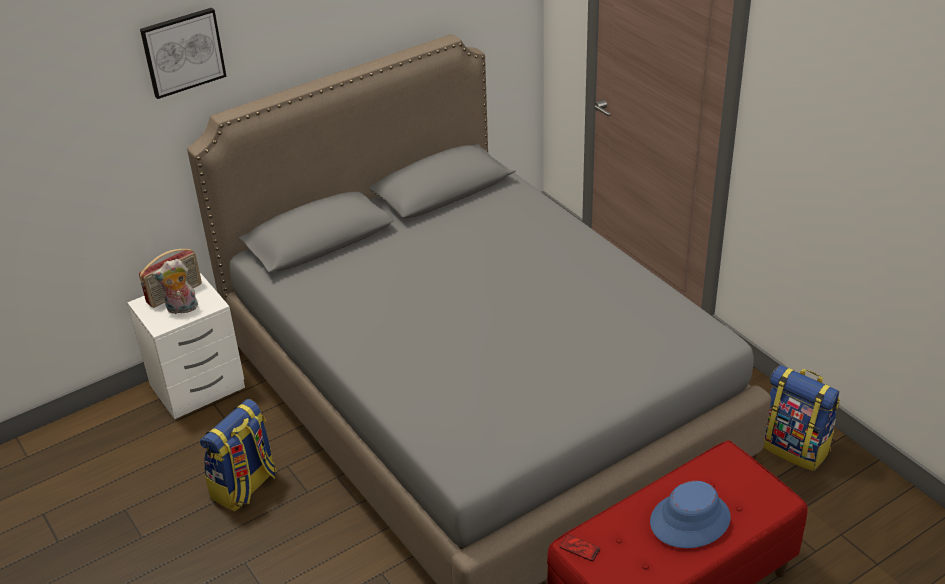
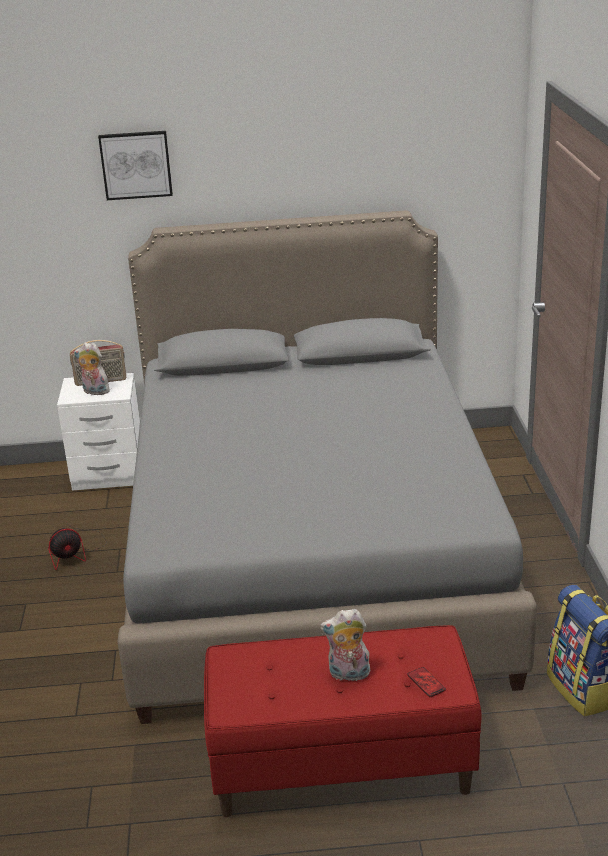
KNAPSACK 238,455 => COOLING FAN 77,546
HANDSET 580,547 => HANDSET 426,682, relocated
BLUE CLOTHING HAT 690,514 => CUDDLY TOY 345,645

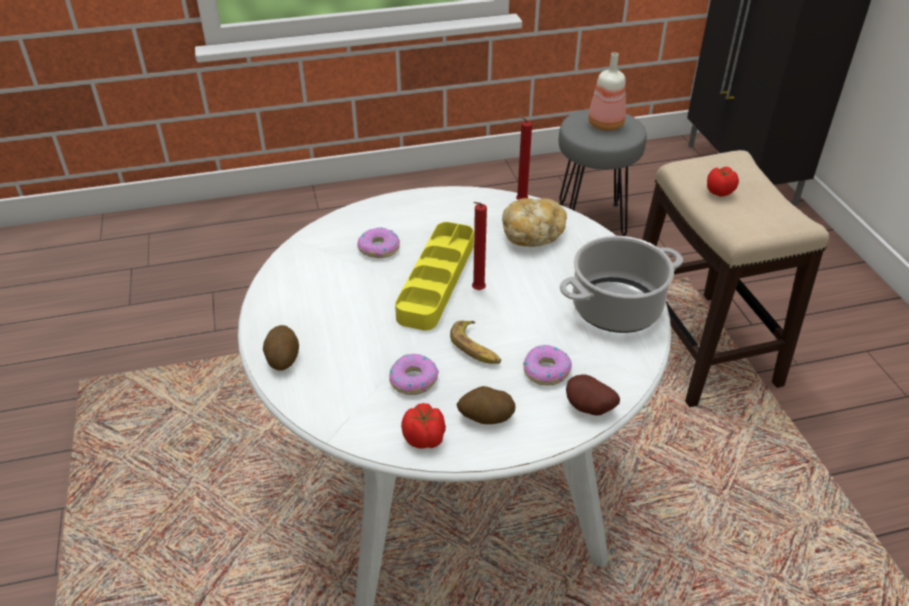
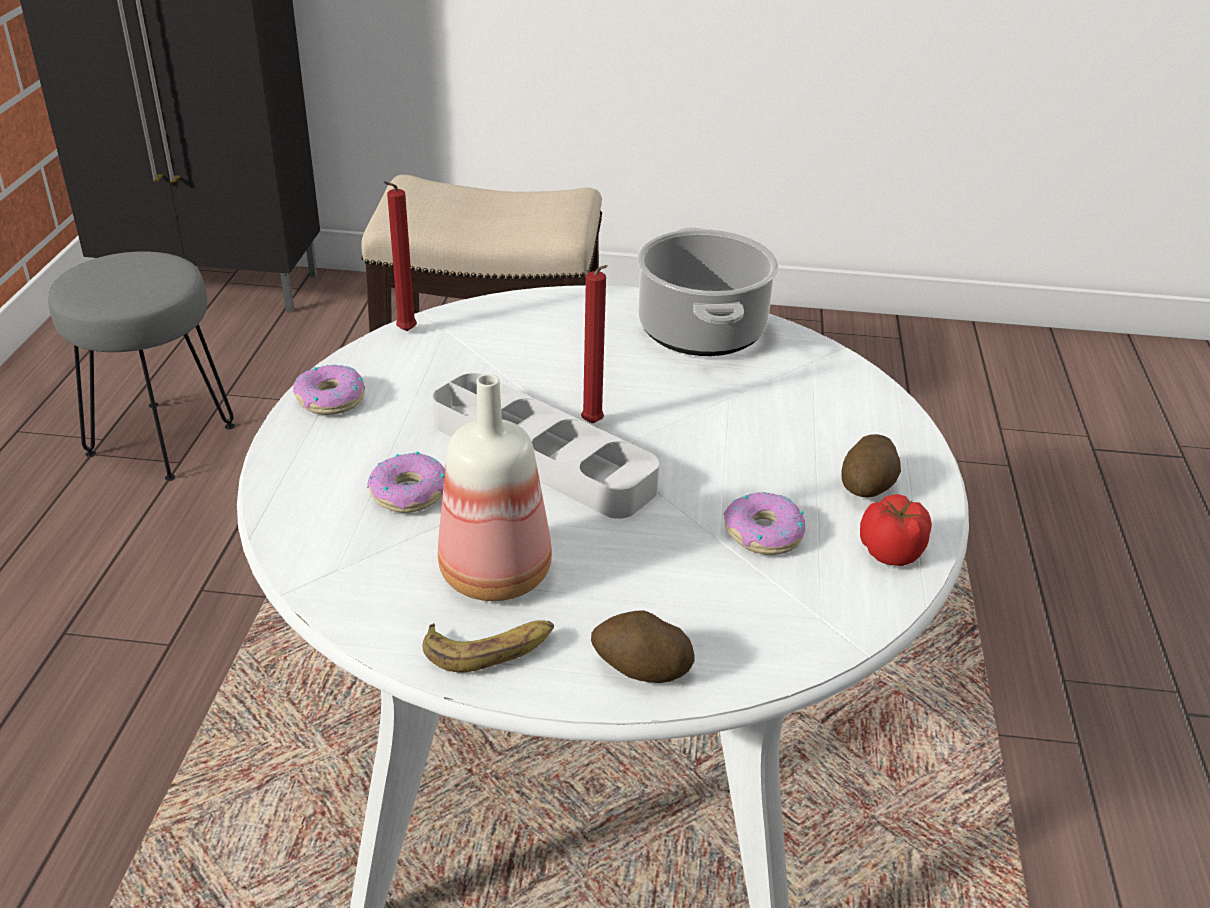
YELLOW SERVING TRAY 434,276 => GRAY SERVING TRAY 545,446
WHOLE BANANA 475,342 => WHOLE BANANA 488,646, relocated
BAKERY BREAD 534,222 => nothing
RING DOUGHNUT 547,365 => RING DOUGHNUT 329,390, relocated
SPUD 593,395 => nothing
BEVERAGE BOTTLE 607,92 => BEVERAGE BOTTLE 495,487, relocated
FRESH TOMATO 723,181 => nothing

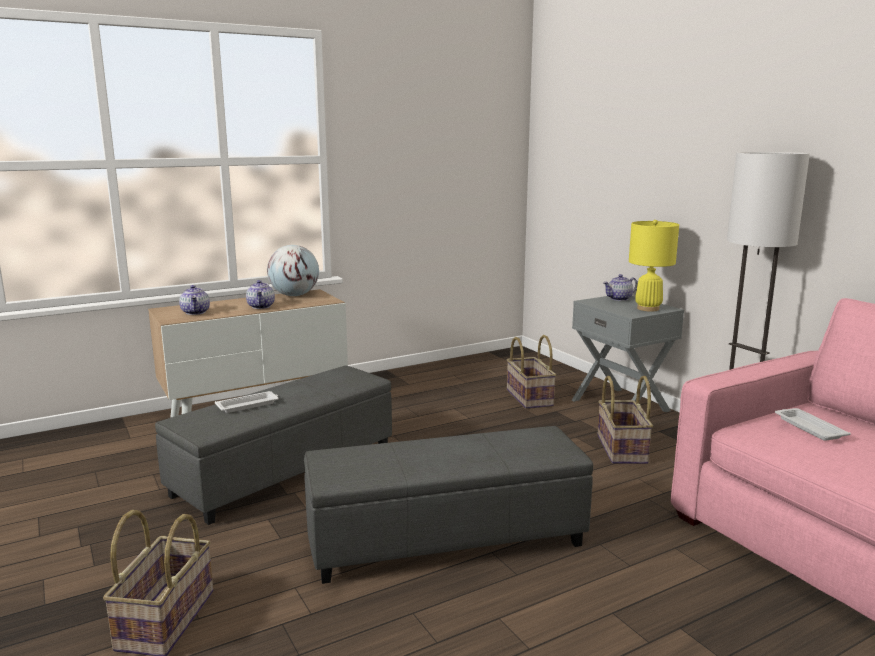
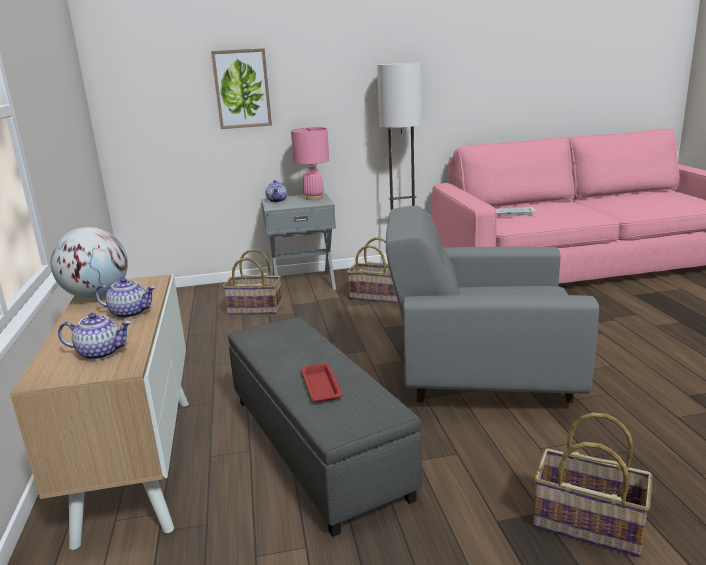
WHITISH SERVING TRAY 247,402 => REDDISH SERVING TRAY 322,382
GRAY POUFFE 448,505 => GRAY ARMCHAIR 492,304
YELLOW TABLE LAMP 654,266 => PINKISH TABLE LAMP 310,163
nothing => WALL PICTURE 241,88

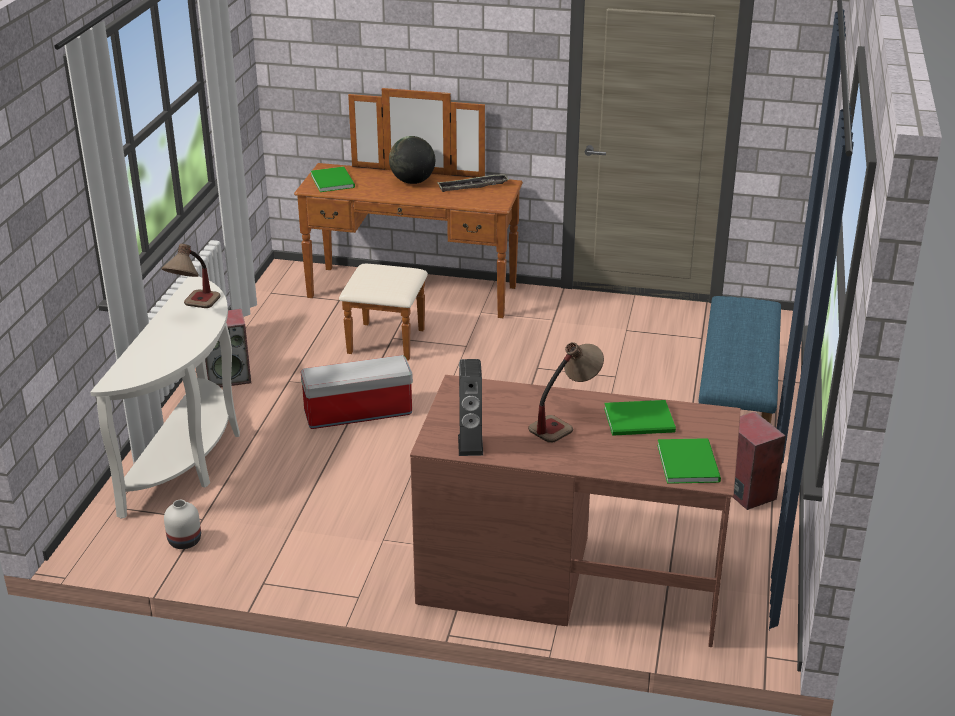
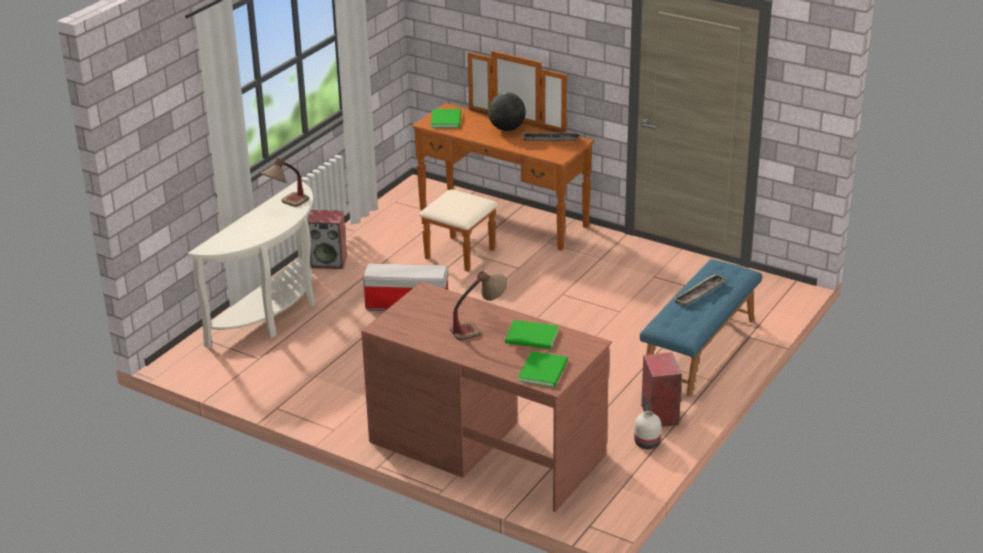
WHITISH FLOWER VASE 182,524 => WHITISH FLOWER VASE 647,430, relocated
SPEAKER 470,407 => nothing
nothing => SERVING TRAY 700,290

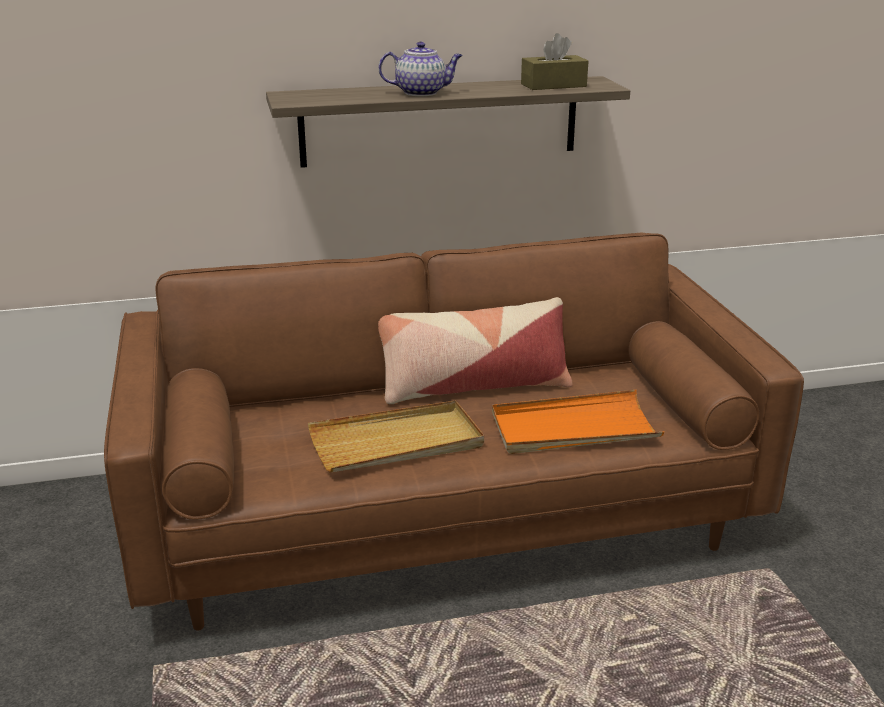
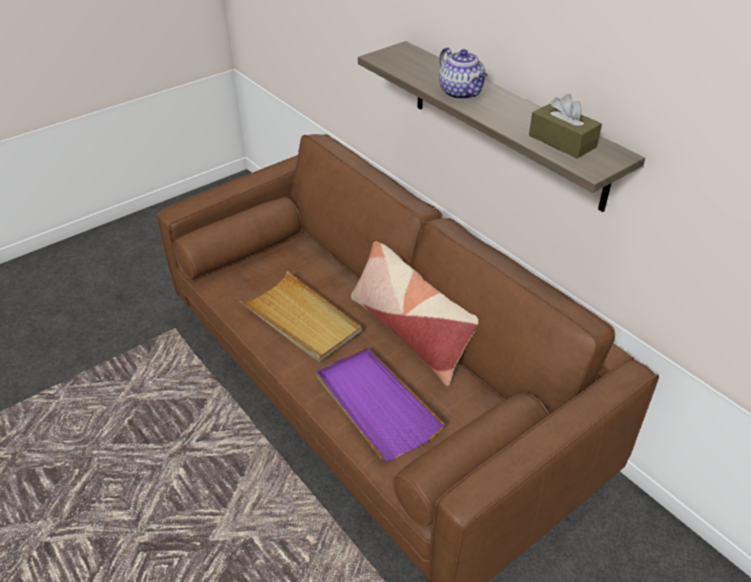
ORANGEY SERVING TRAY 578,422 => PURPLISH SERVING TRAY 380,404

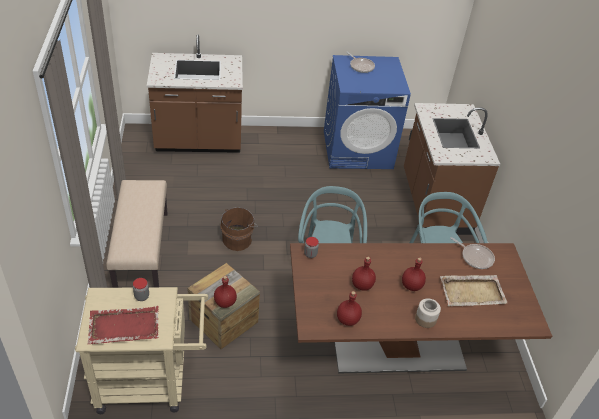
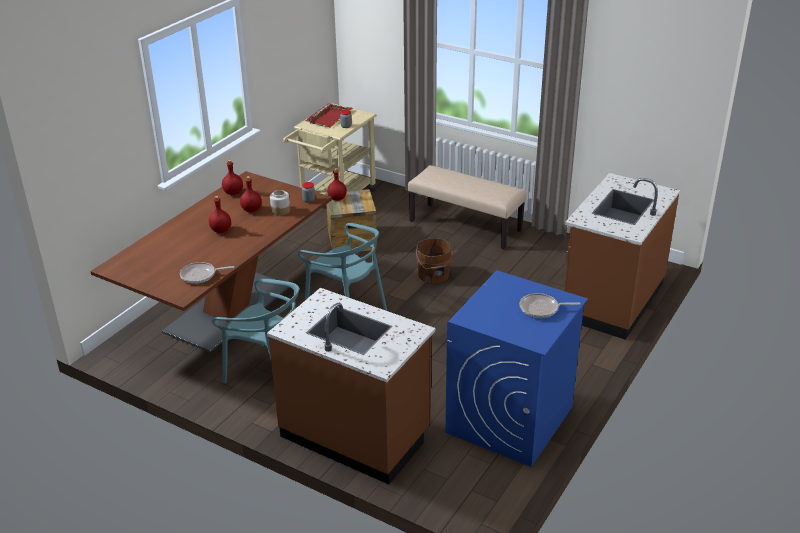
PRESERVE JAR 428,313 => PRESERVE JAR 280,203, relocated
BEIGE SERVING TRAY 474,291 => nothing

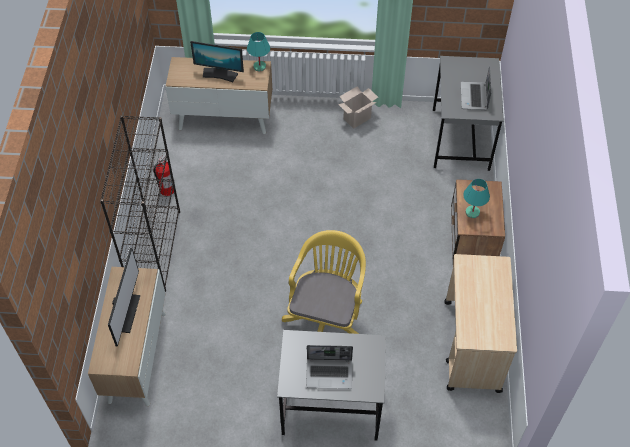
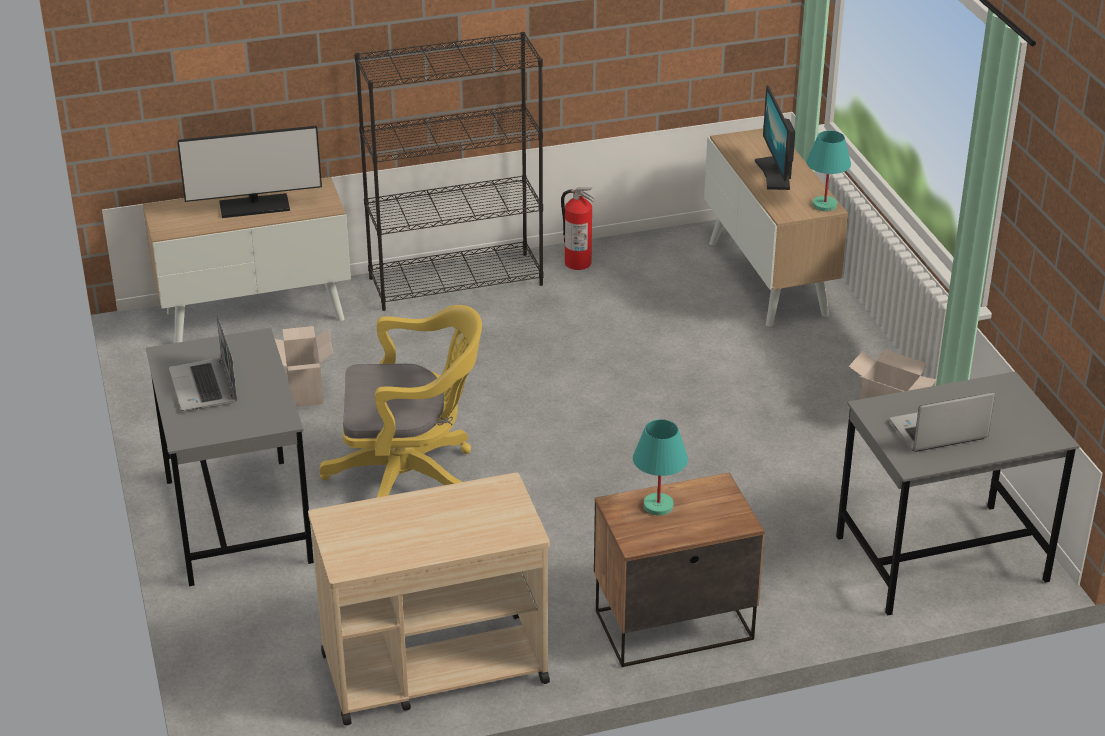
nothing => CARDBOARD BOX 304,366

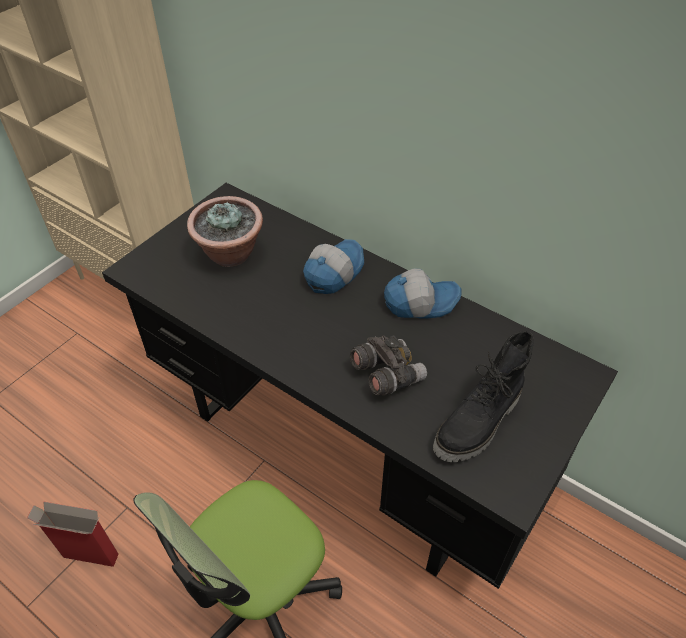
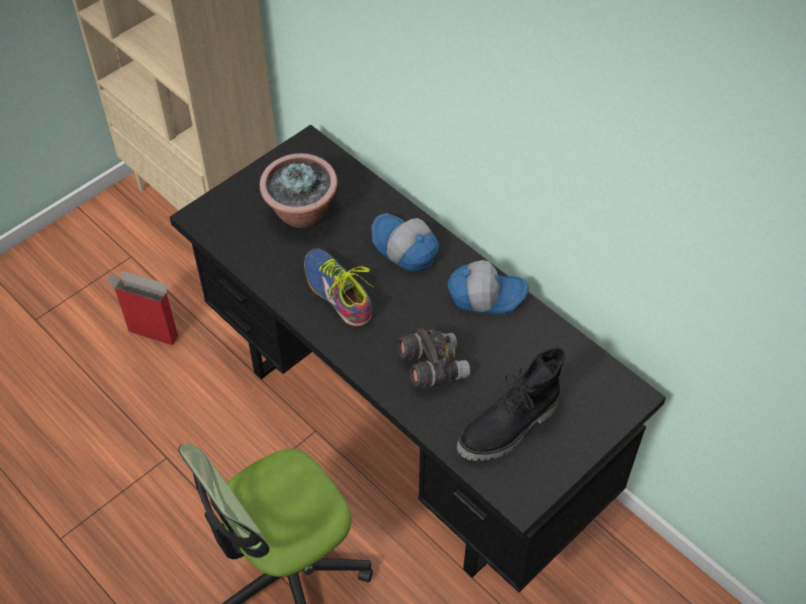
CARDBOARD BOX 73,534 => CARDBOARD BOX 142,307, relocated
PEAKED CAP 333,266 => PEAKED CAP 405,242, 90 degrees counterclockwise
nothing => SHOE 339,288

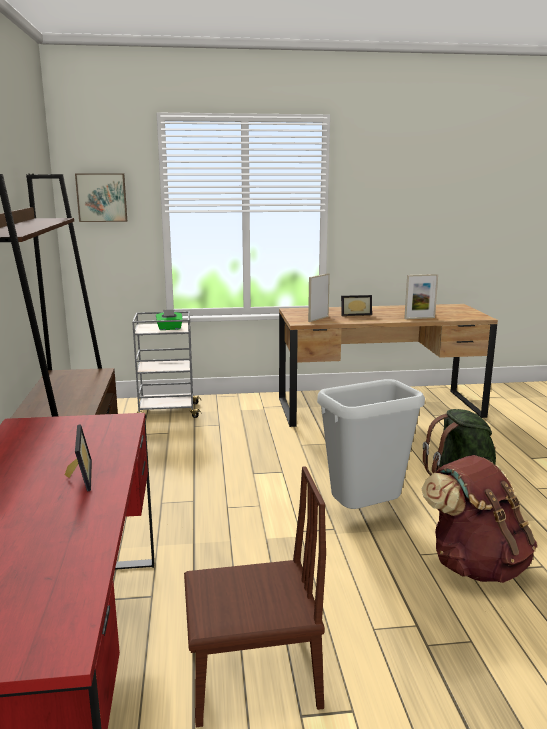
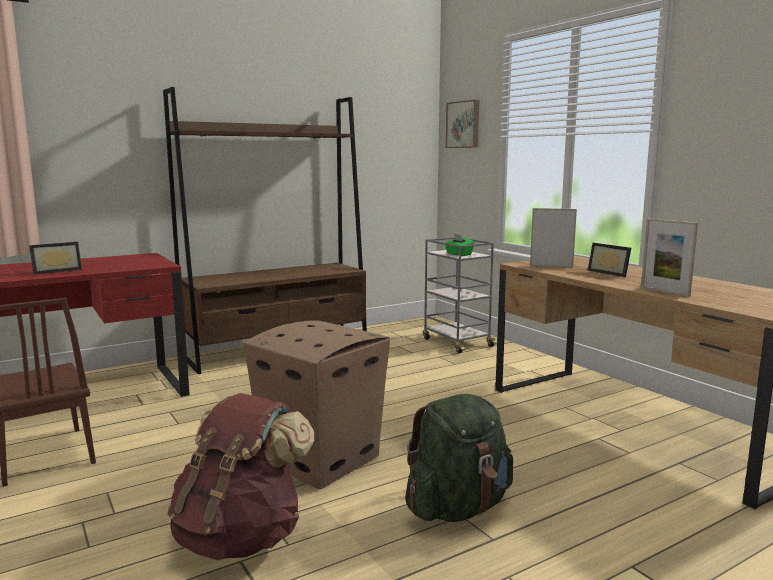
GRAY TRASH CAN 371,444 => CARDBOARD BOX 316,405

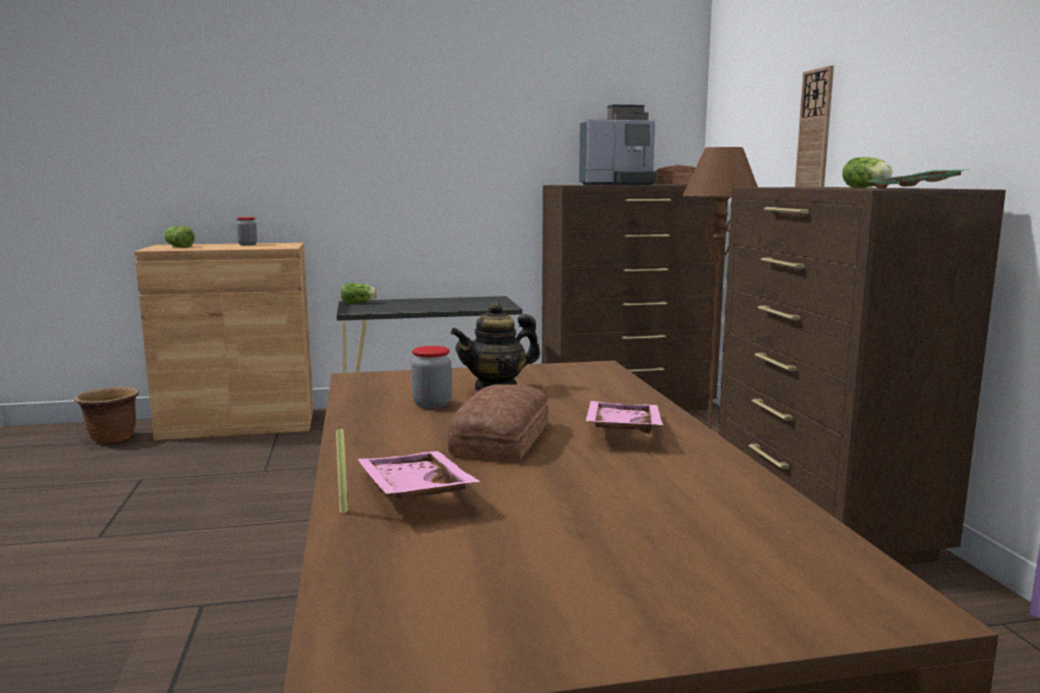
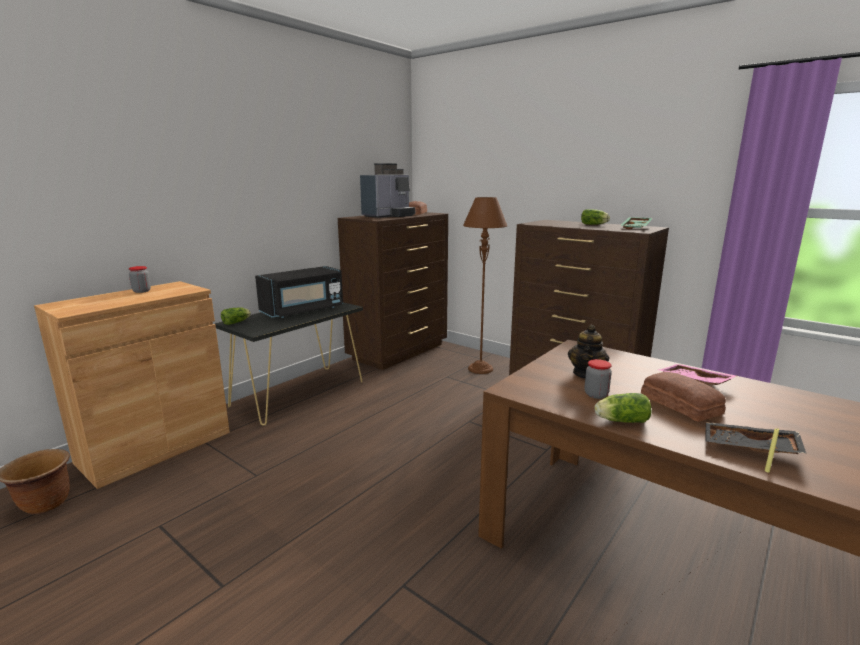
LETTUCE HEAD 179,237 => LETTUCE HEAD 622,408, relocated
PINKISH SERVING TRAY 419,474 => BLACK-COLOURED SERVING TRAY 756,438
CLOCK ON THE WALL 814,126 => nothing
nothing => BLACK-COLOURED MICROWAVE 299,292

